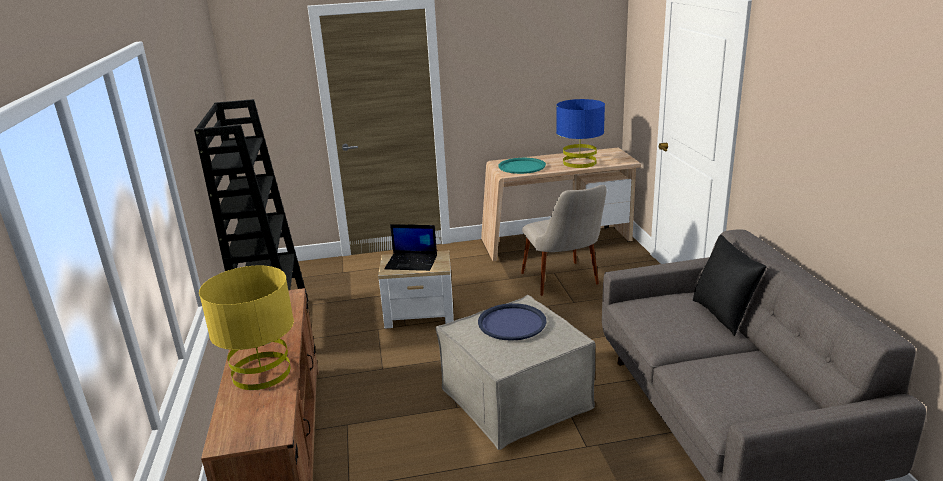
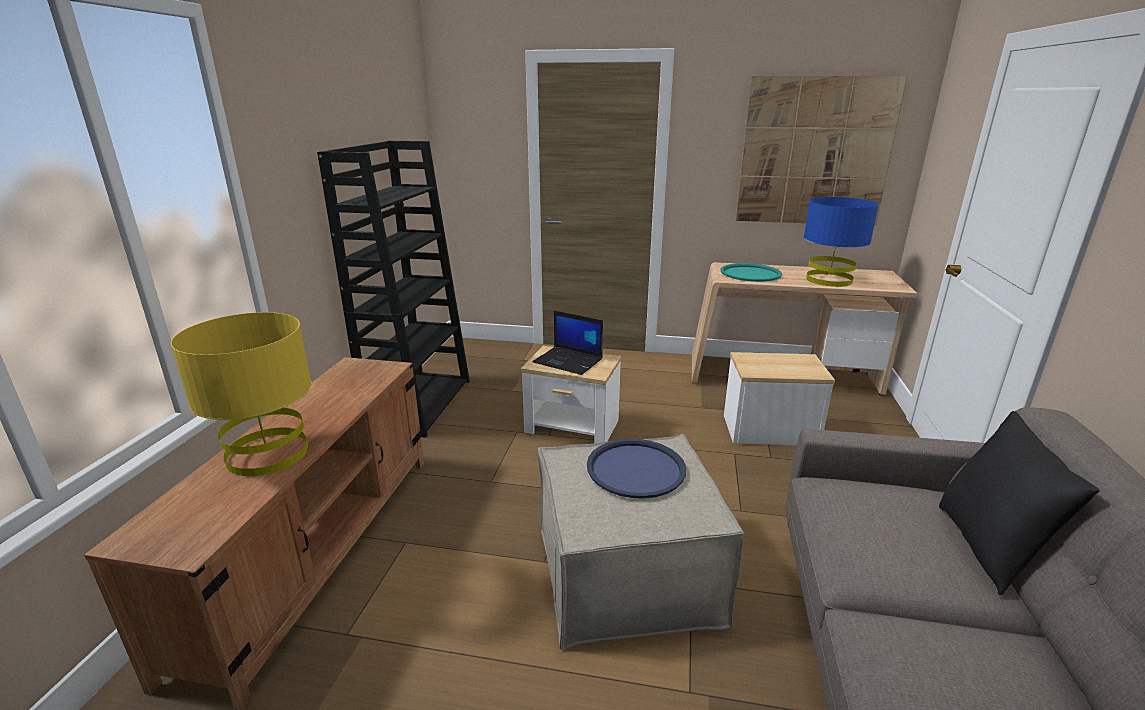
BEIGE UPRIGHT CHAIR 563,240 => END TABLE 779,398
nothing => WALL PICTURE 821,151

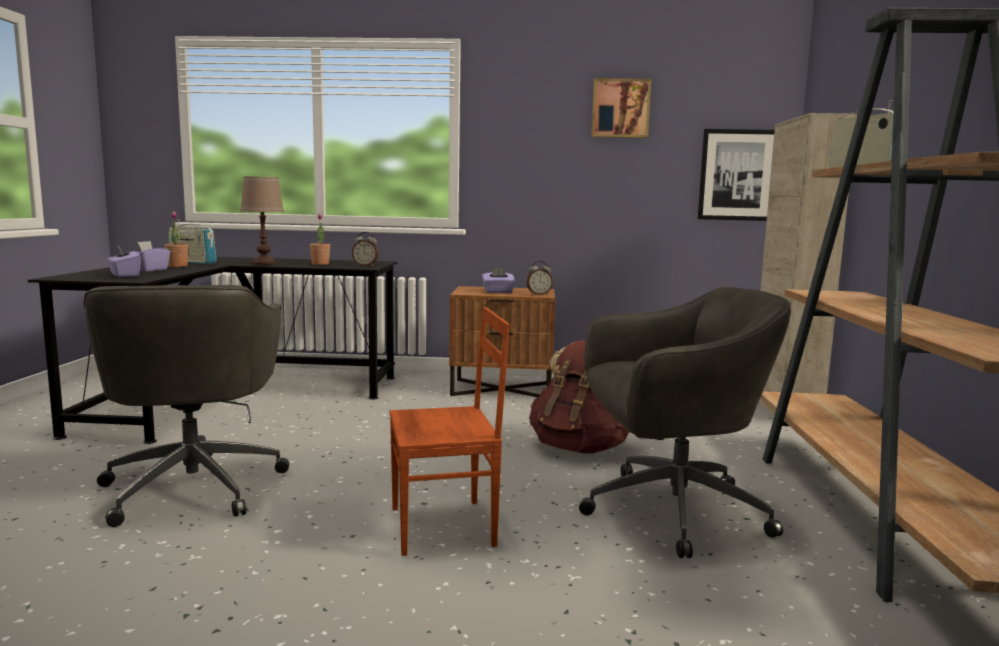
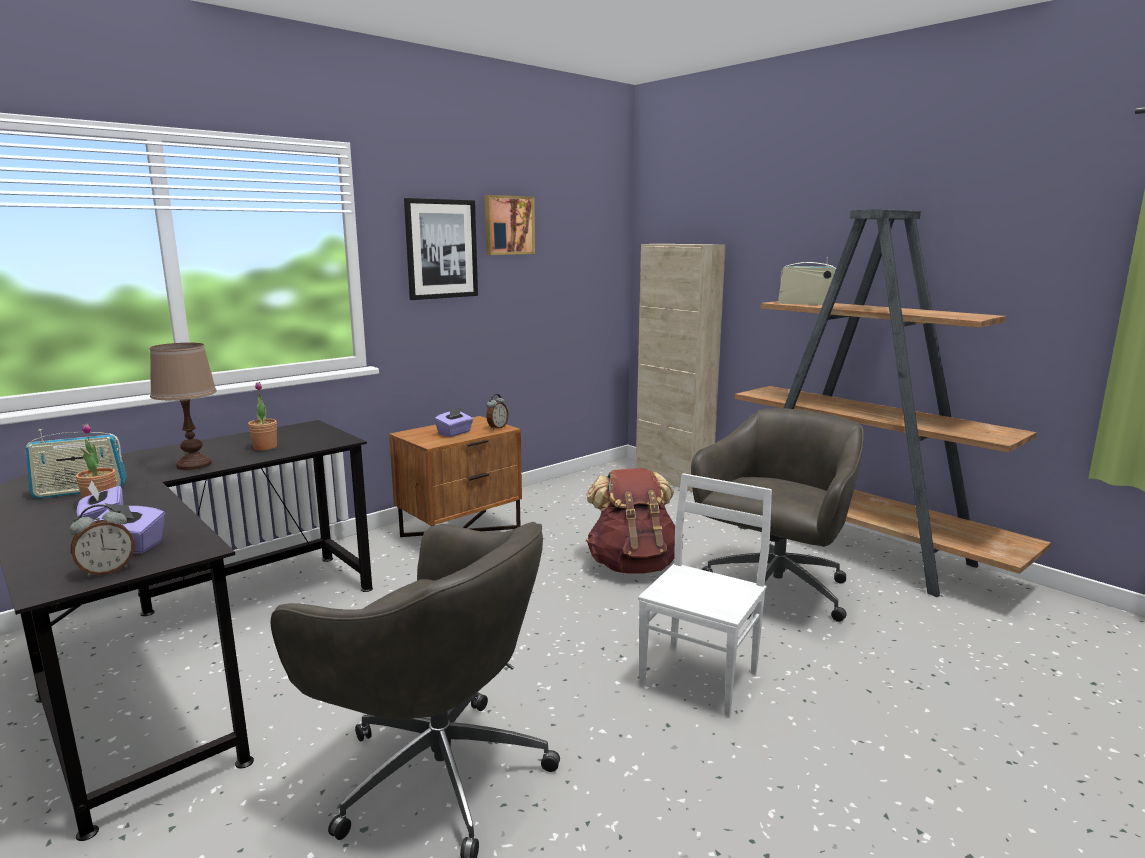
ALARM CLOCK 365,249 => ALARM CLOCK 102,541, relocated
BROWNISH UPRIGHT CHAIR 449,431 => WHITISH UPRIGHT CHAIR 705,595
WALL PICTURE 736,175 => WALL PICTURE 441,249, relocated

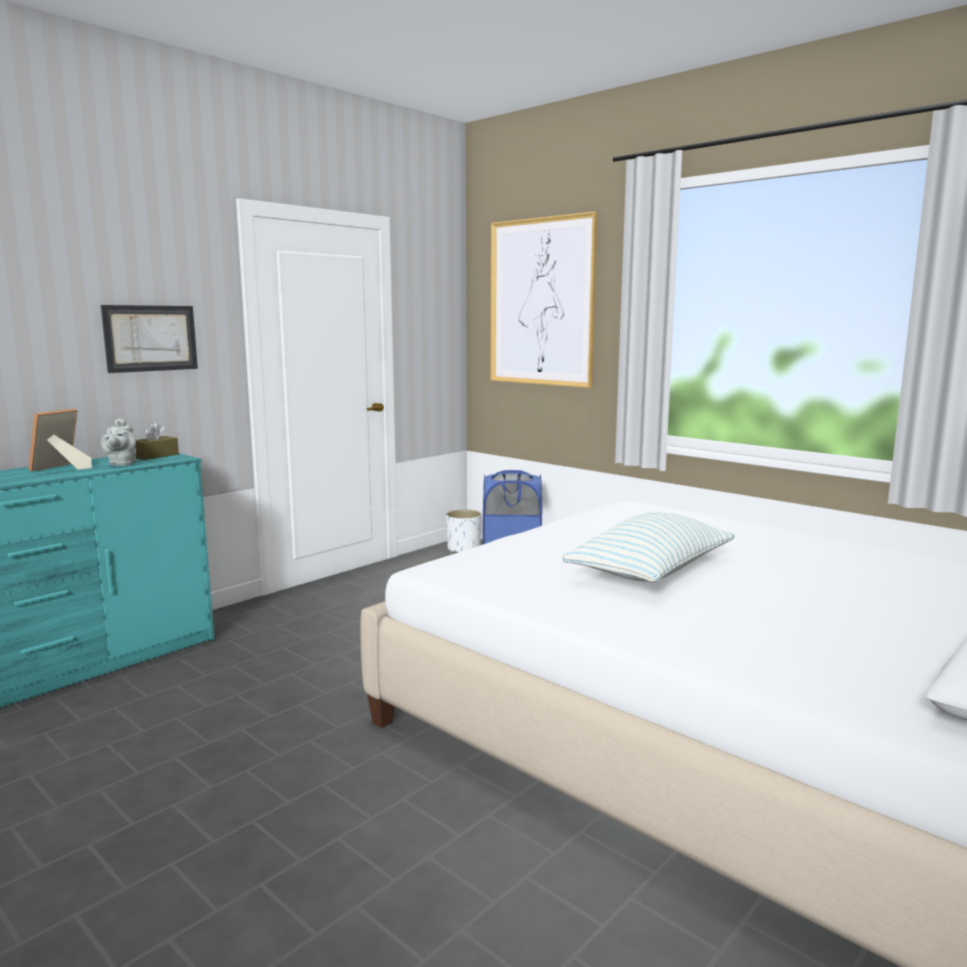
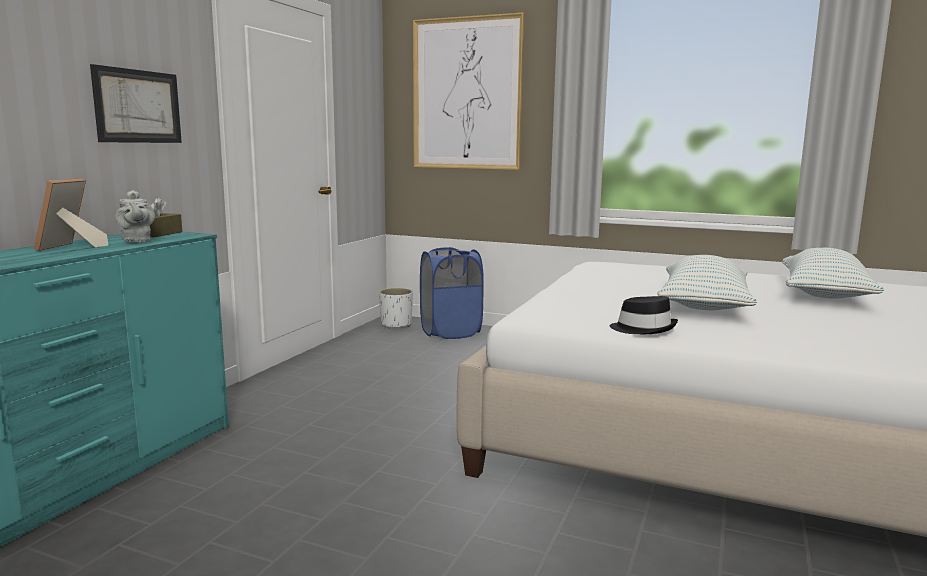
nothing => BLACK-COLOURED CLOTHING HAT 644,315
nothing => PILLOW 833,273

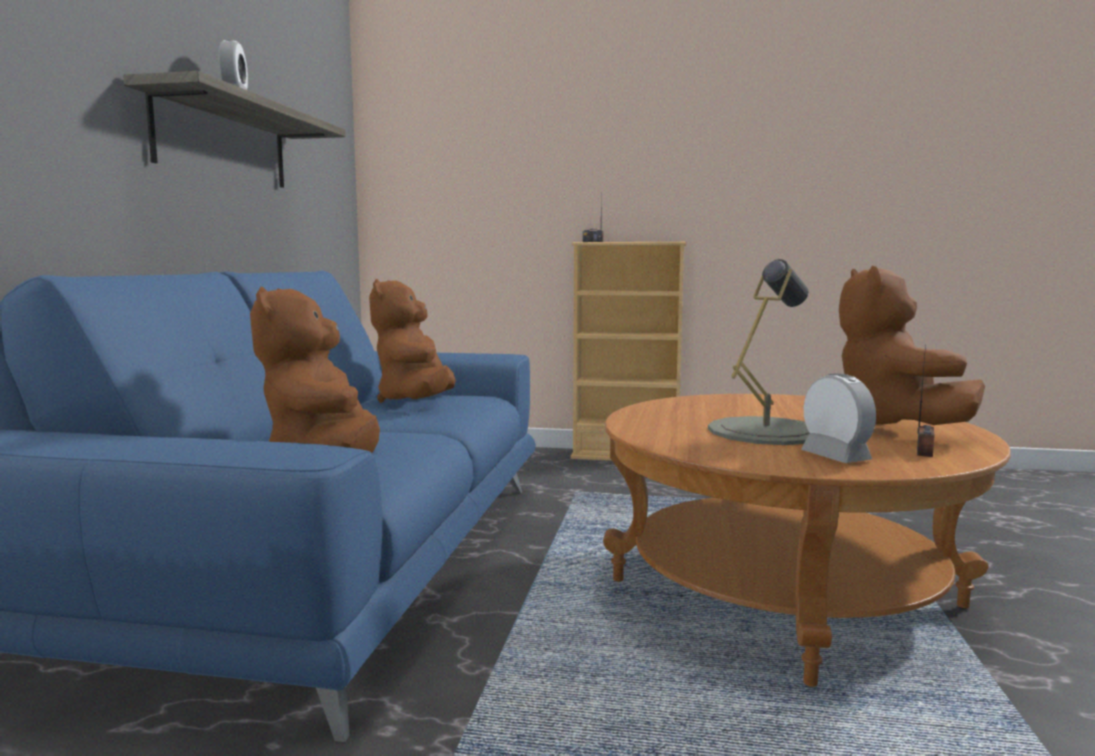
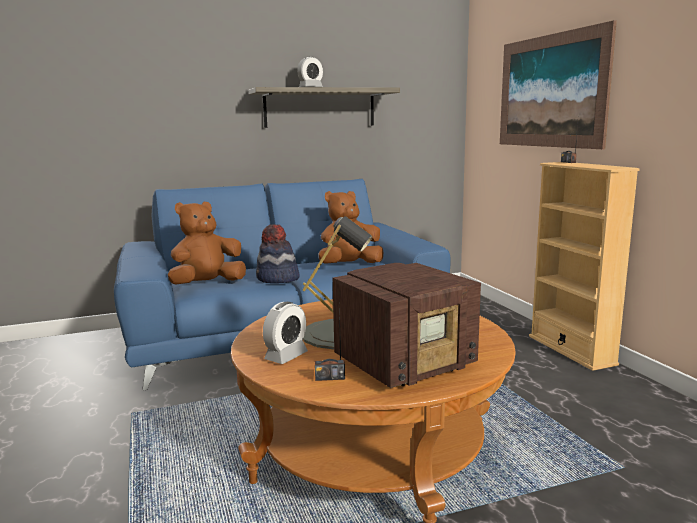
BROWNISH CUDDLY TOY 912,345 => RADIO 407,325
nothing => CLOTHING HAT 277,253
nothing => WALL PICTURE 558,84

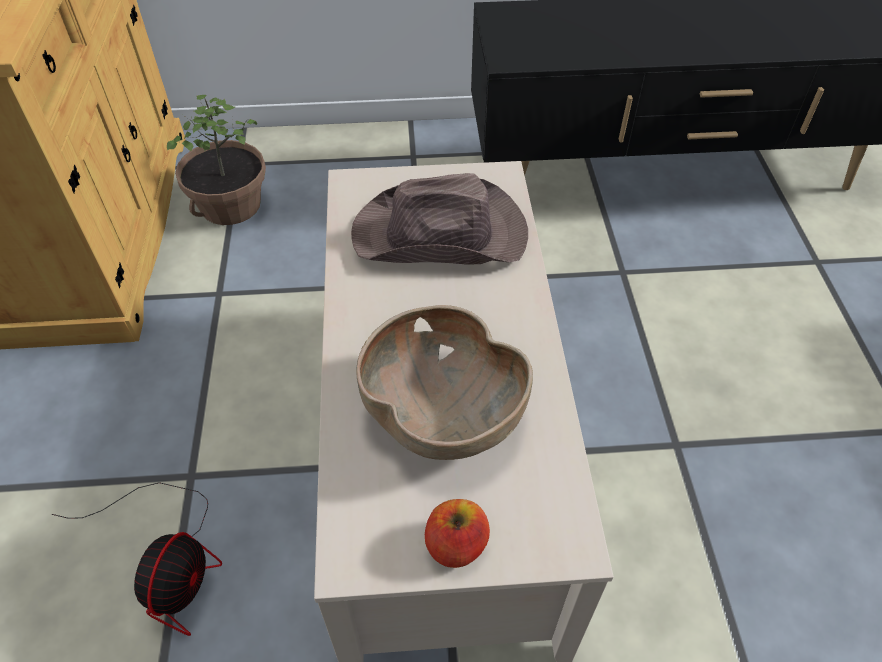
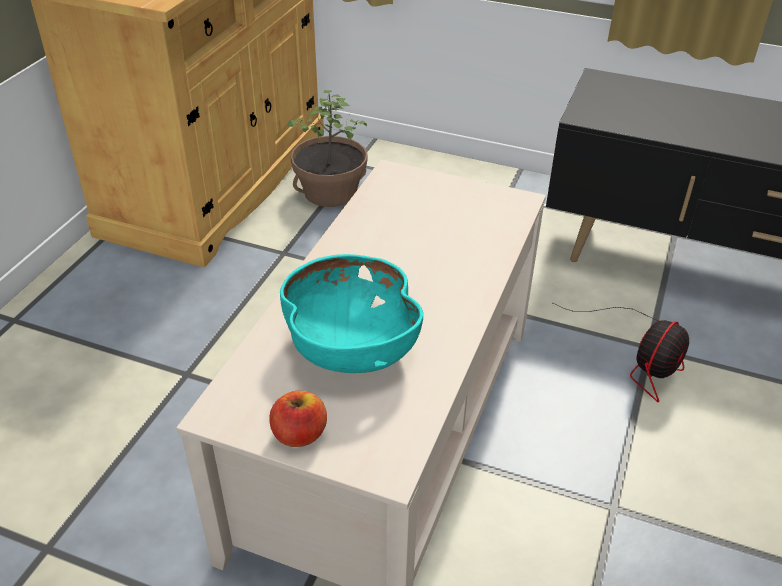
COOLING FAN 137,559 => COOLING FAN 621,352, relocated
BROWNISH CLOTHING HAT 439,219 => nothing
BROWNISH SERVING BOWL 444,382 => TURQUOISE-COLOURED SERVING BOWL 351,313

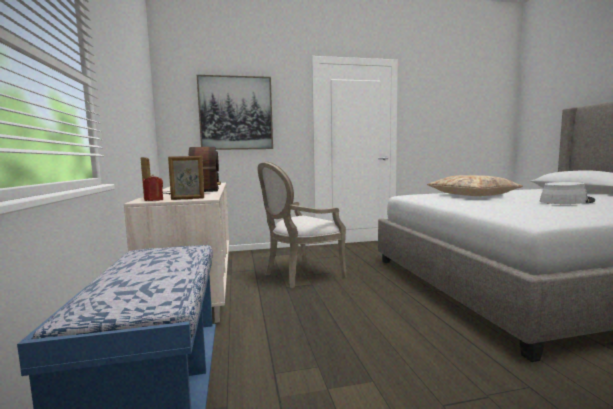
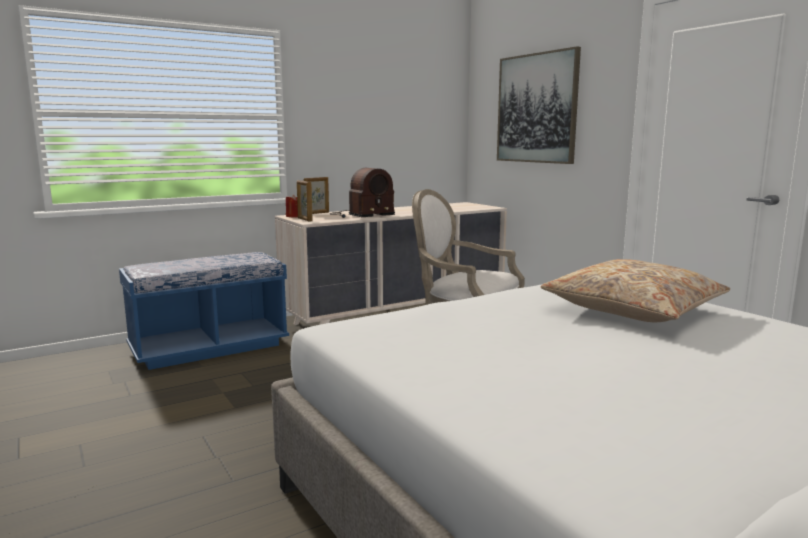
GRAY CLOTHING HAT 567,193 => nothing

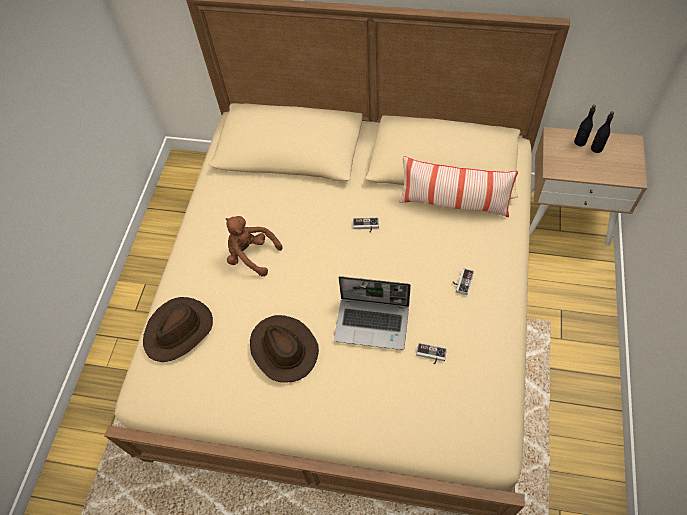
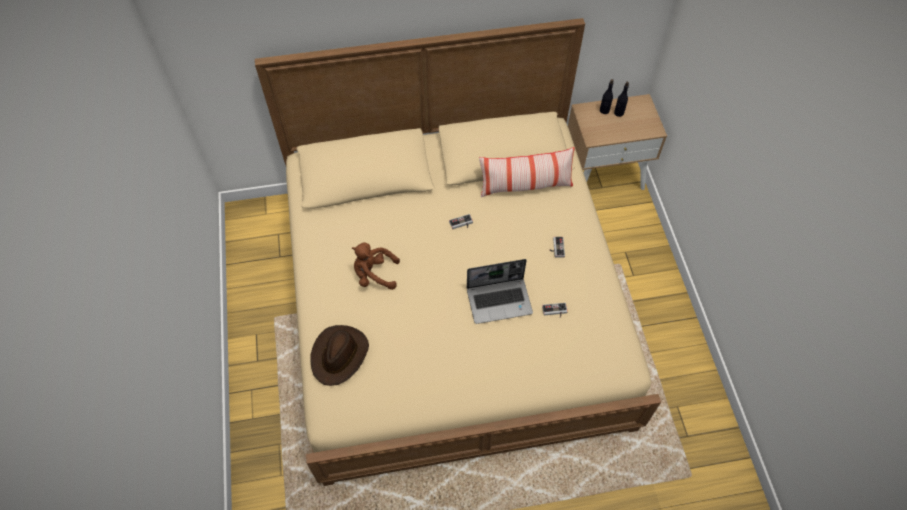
BROWNISH CLOTHING HAT 284,349 => nothing

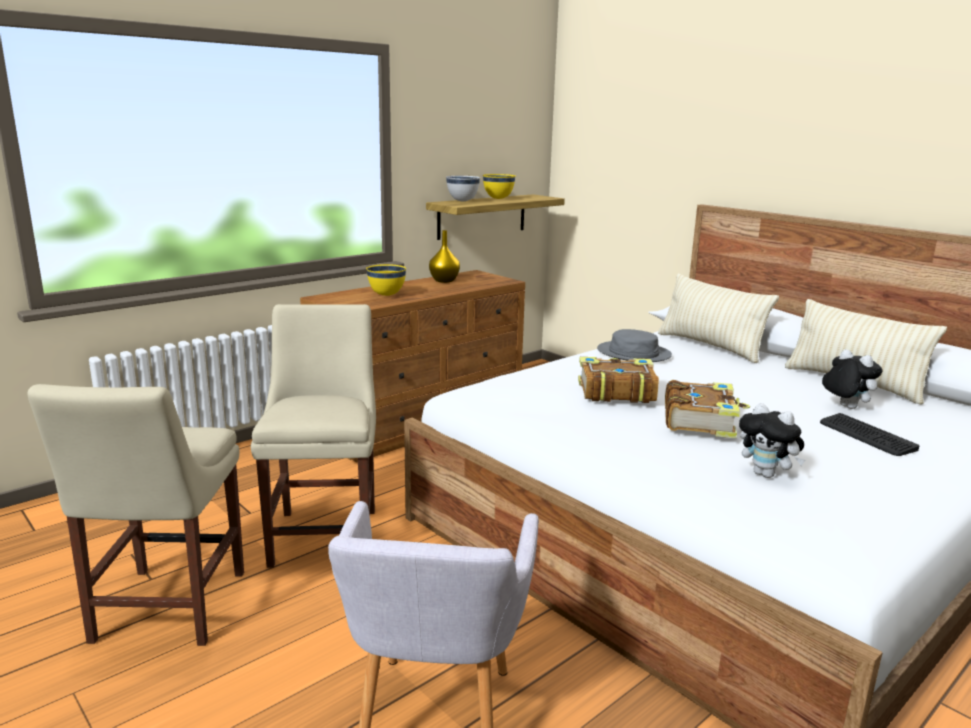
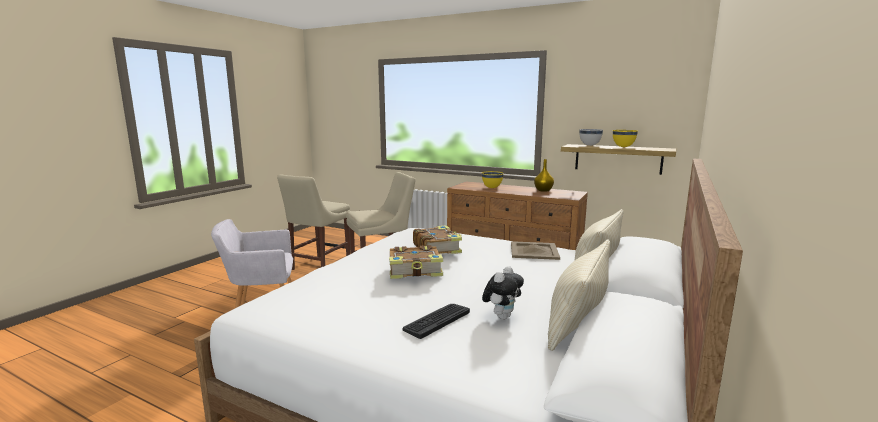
BEIGE UPRIGHT CHAIR 135,515 => BEIGE UPRIGHT CHAIR 313,222, 45 degrees counterclockwise
GRAY CLOTHING HAT 634,345 => BEIGE SERVING TRAY 535,250
CUDDLY TOY 772,440 => nothing

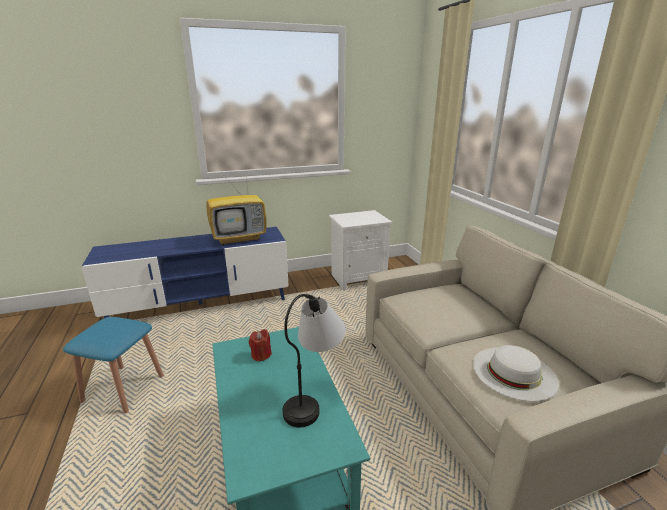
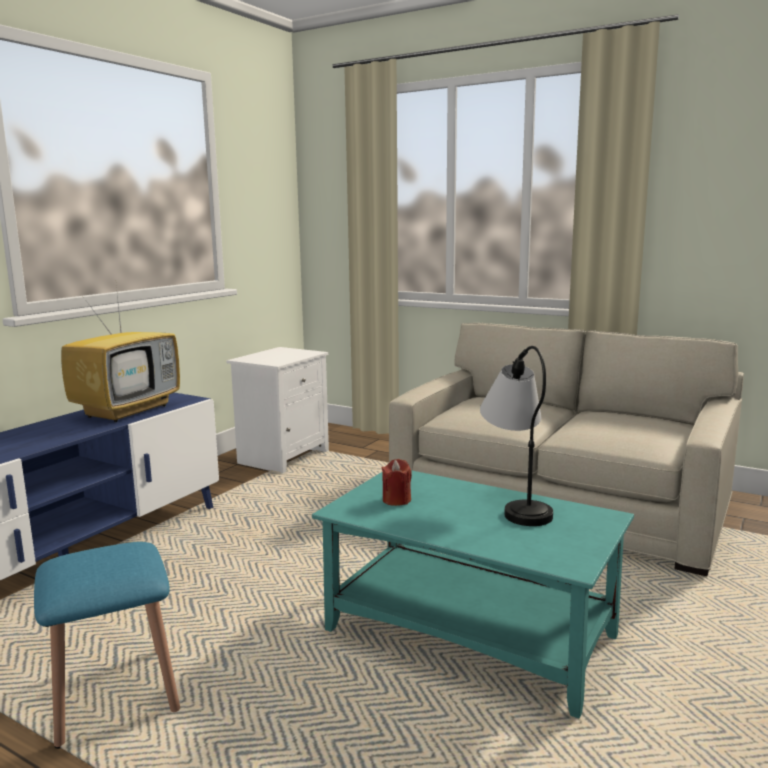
WHITISH CLOTHING HAT 516,373 => nothing

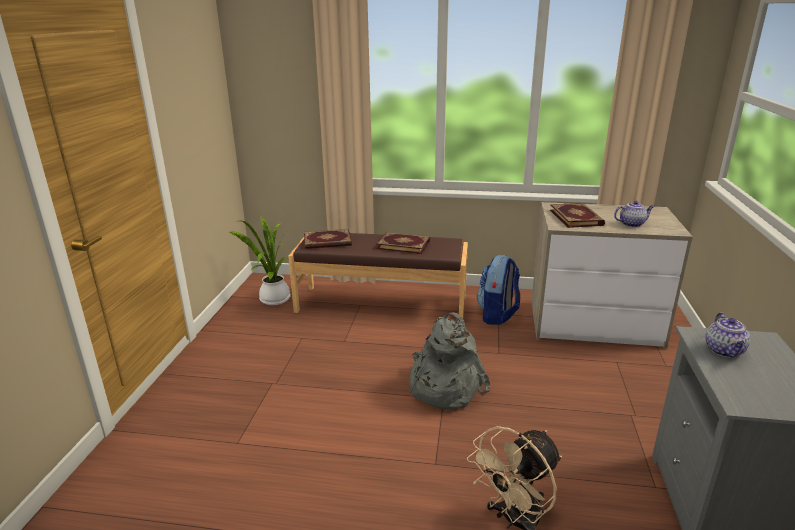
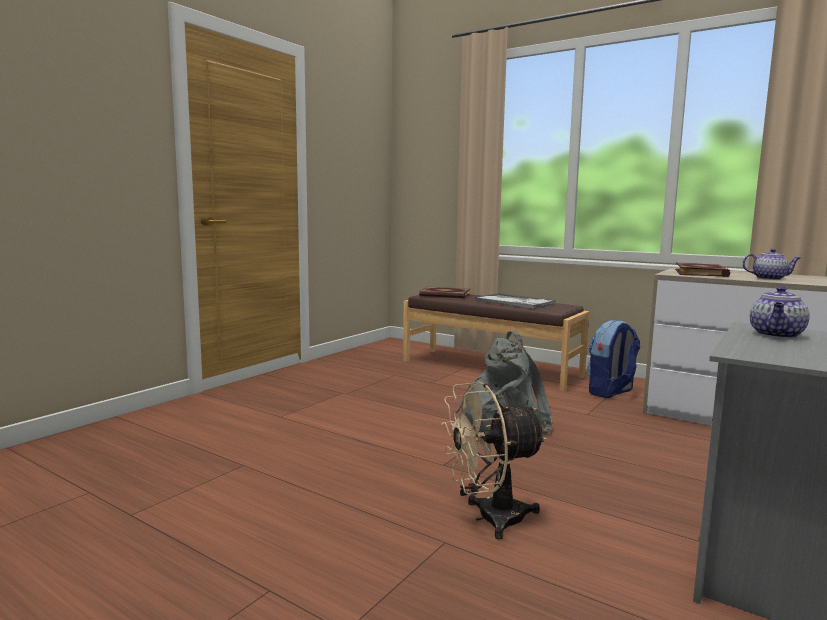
POTTED PLANT 260,260 => nothing
BOUND BOOK 403,243 => SERVING TRAY 515,301

